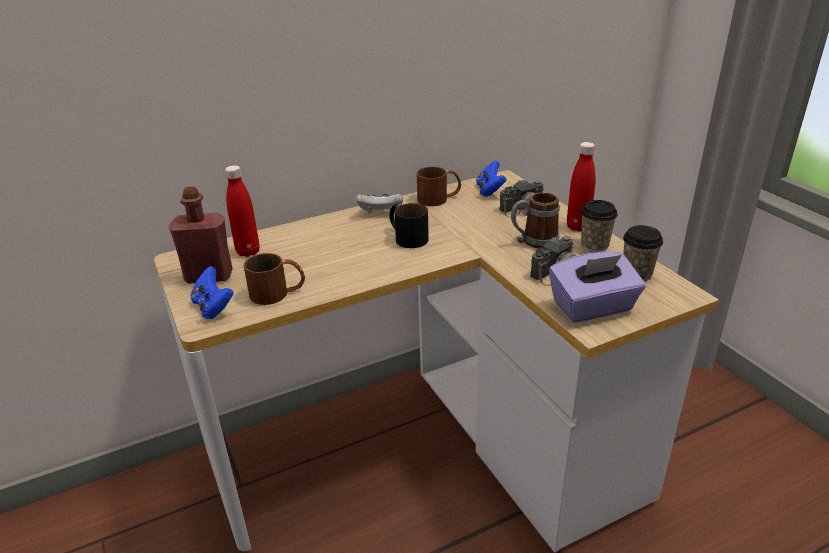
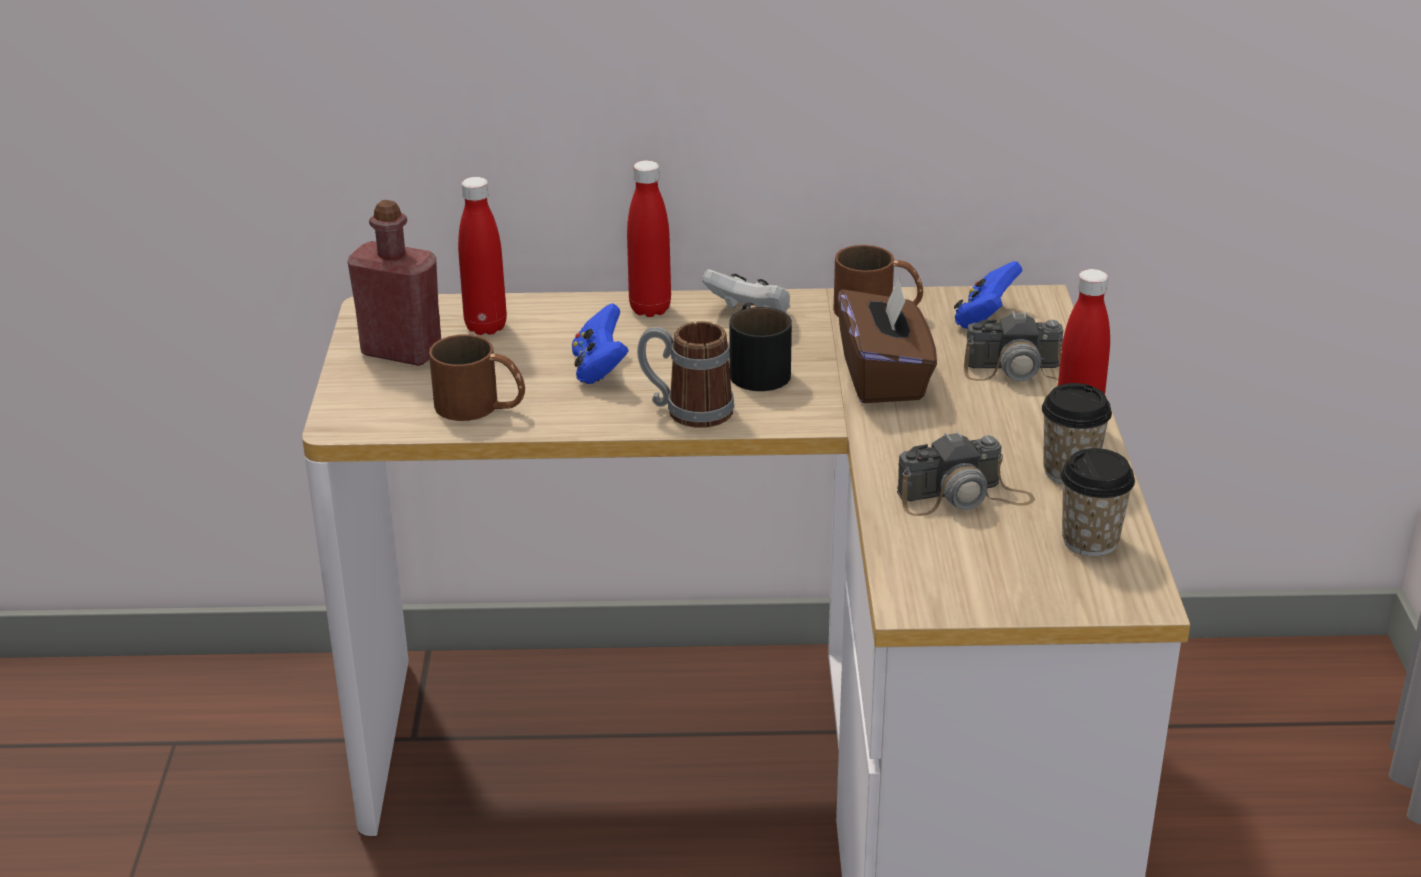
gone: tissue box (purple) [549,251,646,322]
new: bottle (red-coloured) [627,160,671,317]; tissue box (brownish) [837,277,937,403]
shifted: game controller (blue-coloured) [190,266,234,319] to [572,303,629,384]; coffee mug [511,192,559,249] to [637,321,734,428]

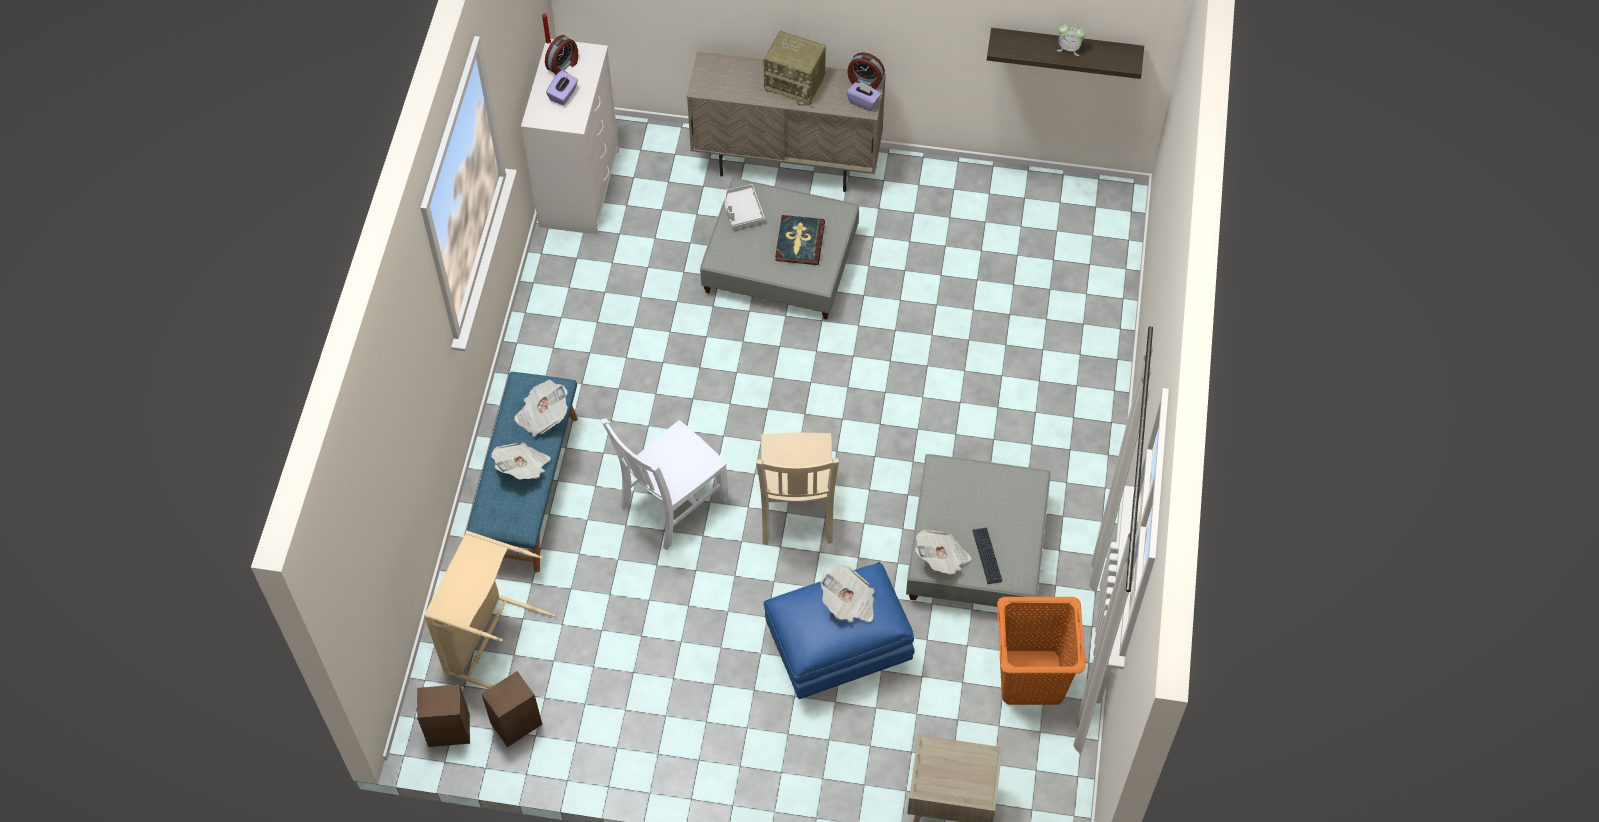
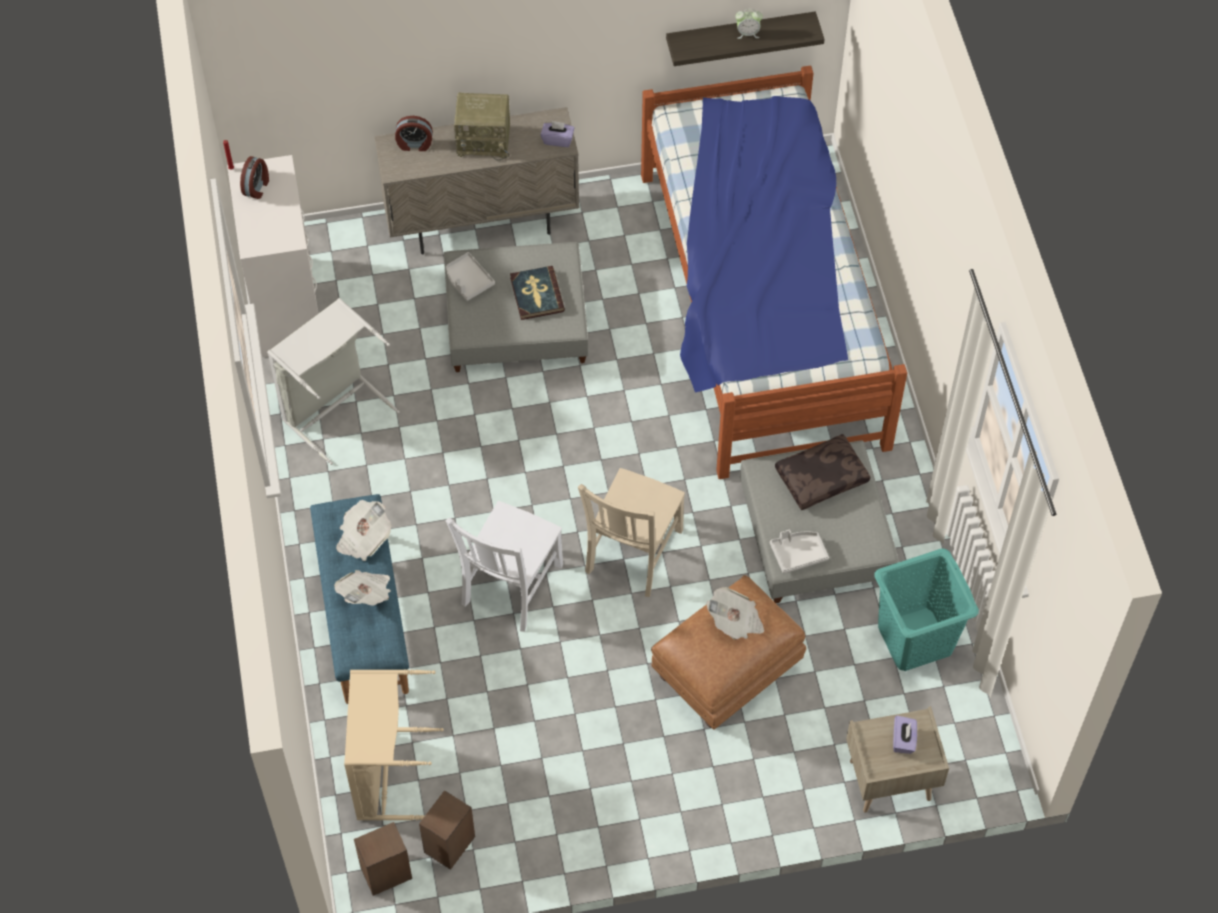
gone: keyboard [972,527,1002,584]
new: laundry basket (greyish) [267,298,399,465]; bedroom bed [641,65,907,479]; throw pillow (brownish) [775,434,870,510]
shifted: tissue box (purple) [546,70,578,105] to [893,716,917,754]; alarm clock [847,52,885,89] to [395,116,433,151]
swapped: newspaper [915,530,971,575] to tray (greyish) [770,530,829,574]
repainted: ottoman (blue-coloured) [763,562,915,699] to ottoman (brownish) [651,575,806,730]; laundry basket (orange-coloured) [997,597,1086,705] to laundry basket (turquoise-coloured) [875,548,979,671]
rotated: chair (beige) [756,433,839,545] = [578,468,685,597] 45 degrees clockwise

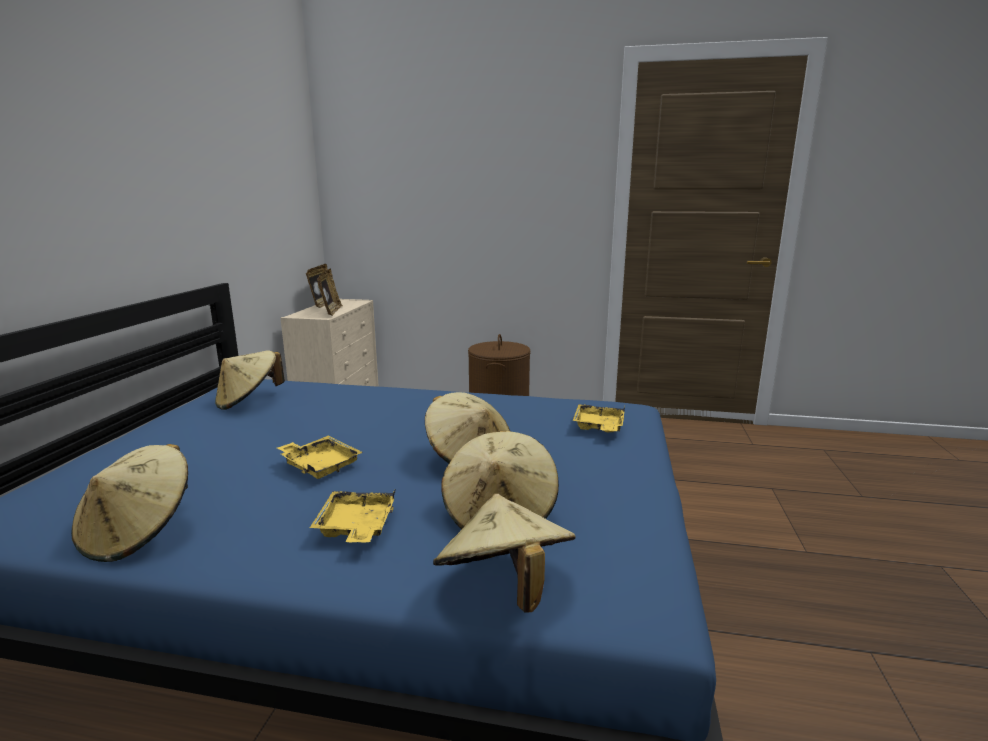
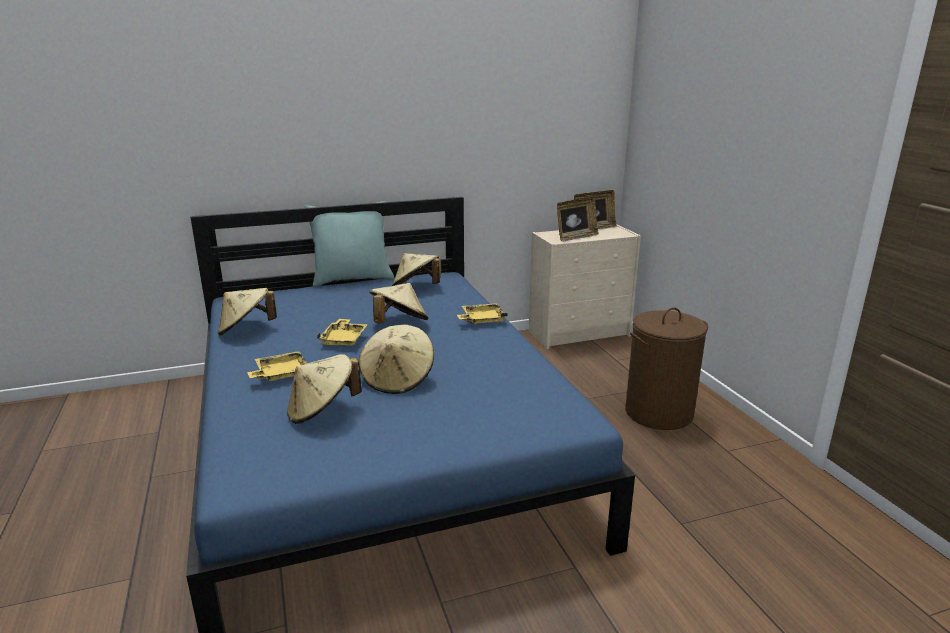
new: throw pillow (turquoise-coloured) [304,201,394,287]
shifted: hat (beige) [433,494,575,612] to [369,283,428,324]; tray (yellow-coloured) [573,404,625,432] to [457,303,507,324]

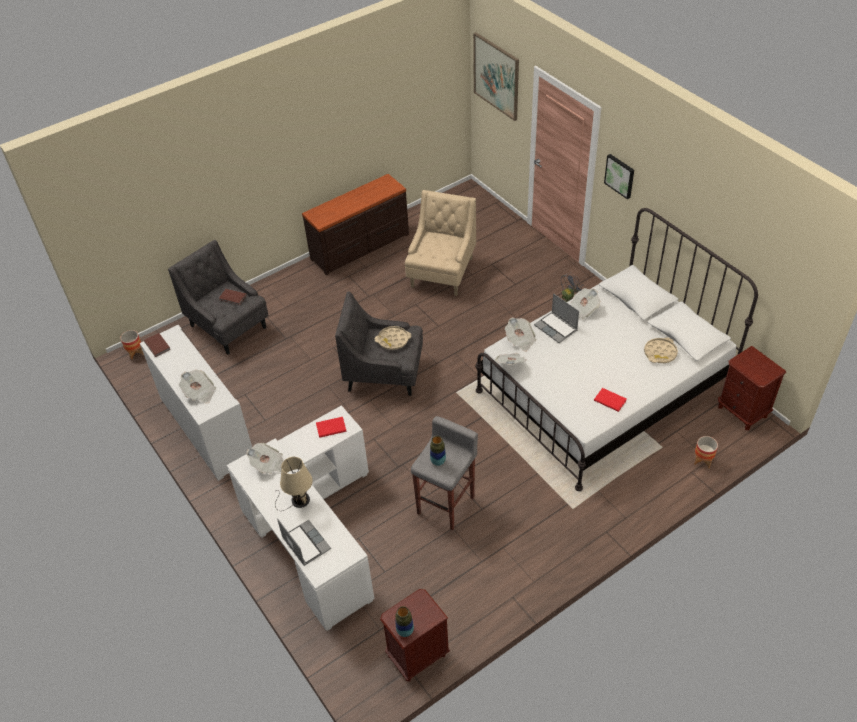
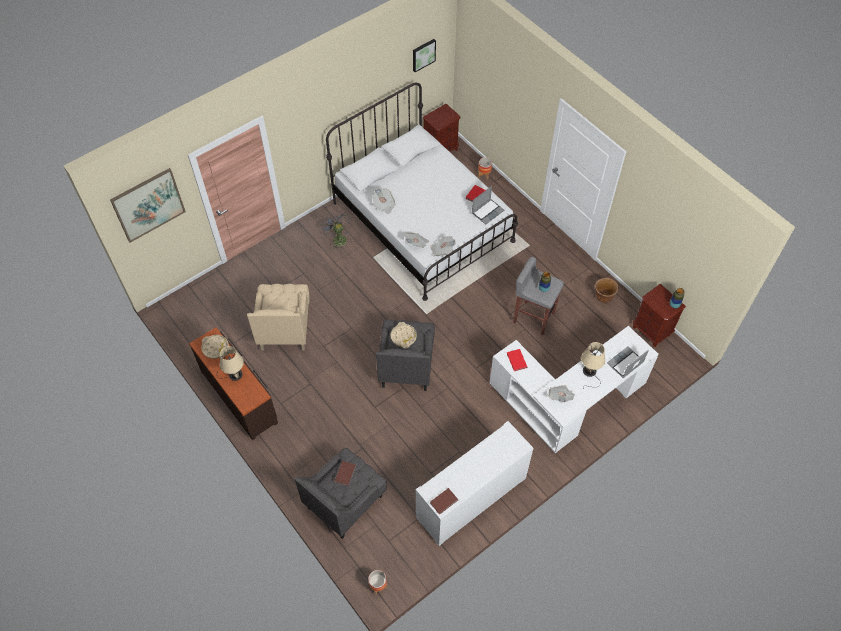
gone: newspaper [179,370,216,404]
new: tabletop lamp (beige) [218,346,244,381]; flower pot (brownish) [595,278,618,303]
shifted: notebook computer [534,293,579,343] to [472,186,504,224]; wall art [604,154,634,199] to [413,39,436,72]; tray (beige) [644,338,678,363] to [201,335,229,359]
rotated: lounge chair (beige) [405,190,476,296] = [247,284,310,351] 105 degrees counterclockwise

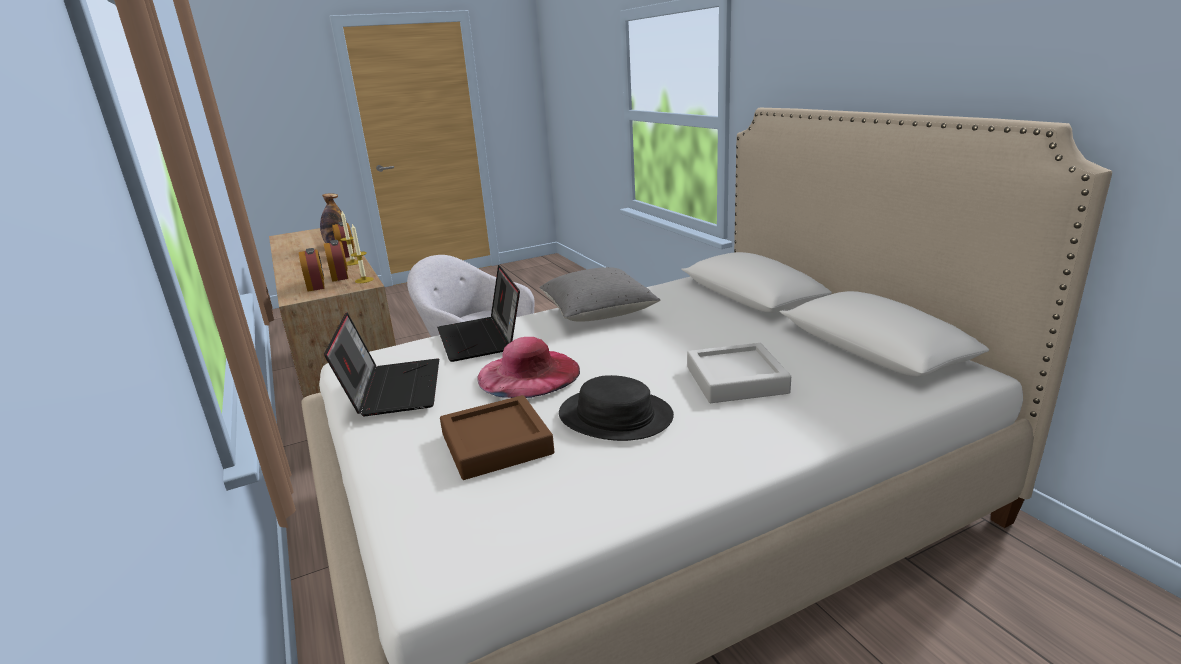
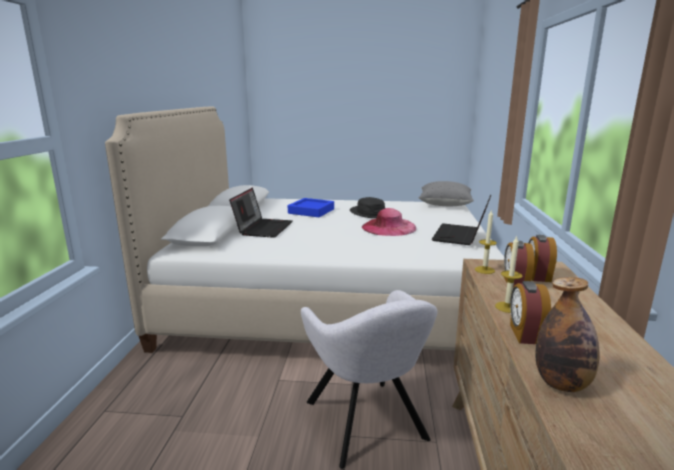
gone: tray (brownish) [440,395,554,480]
shifted: notebook computer [437,265,520,362] to [229,188,293,238]; throw pillow (greyish) [539,267,660,322] to [419,181,474,206]
repainted: tray (greyish) [687,343,791,403] to tray (blue-coloured) [288,198,334,217]

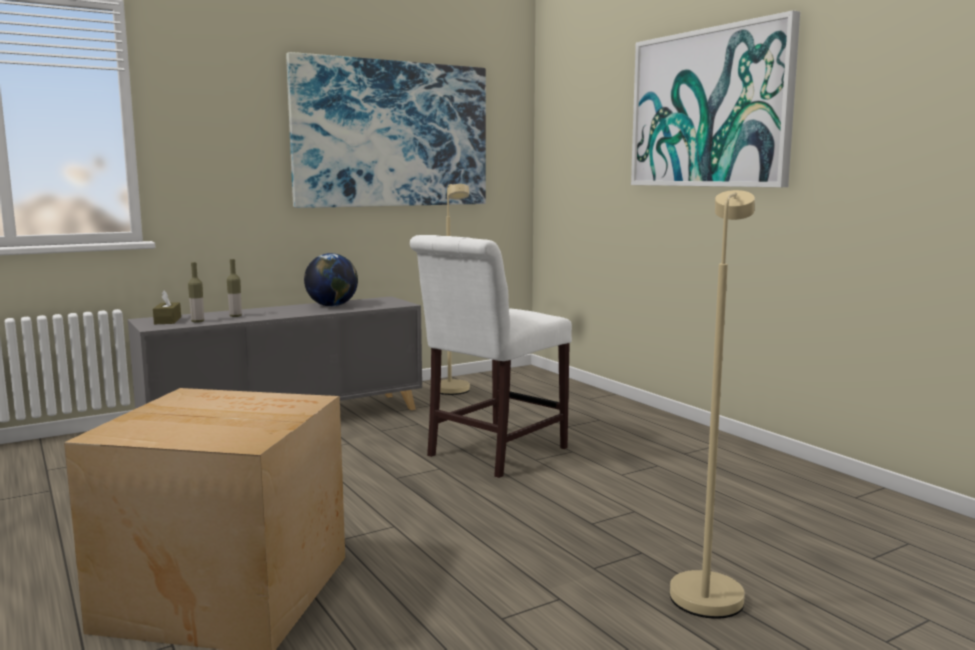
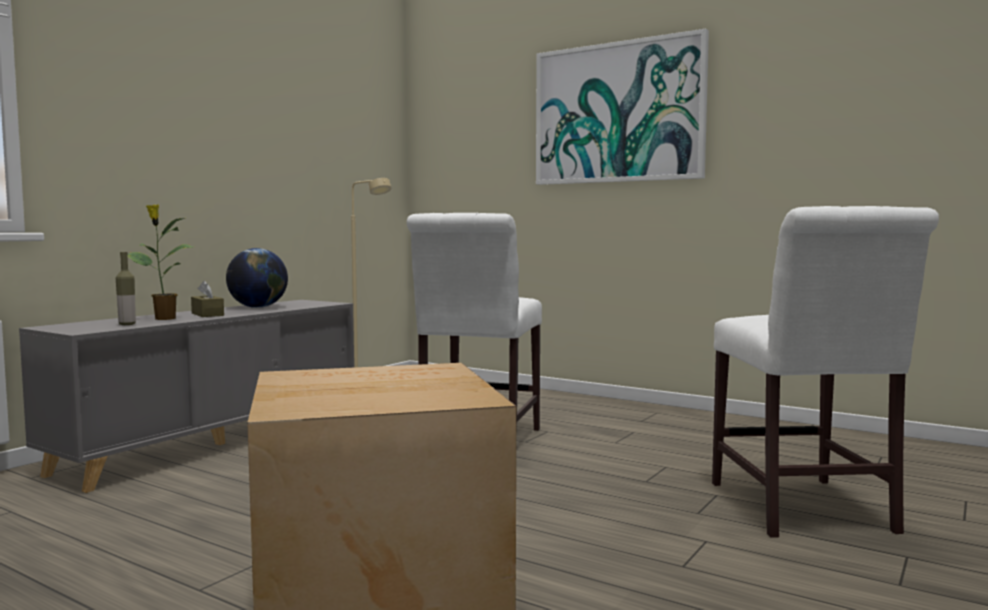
gone: wall art [286,52,486,208]
shifted: tissue box (brownish) [153,291,181,324] to [191,281,224,317]
swapped: bottle [227,259,242,317] to plant in a pot [128,204,193,320]; standing lamp (beige) [670,190,755,619] to chair (whitish) [712,206,939,538]

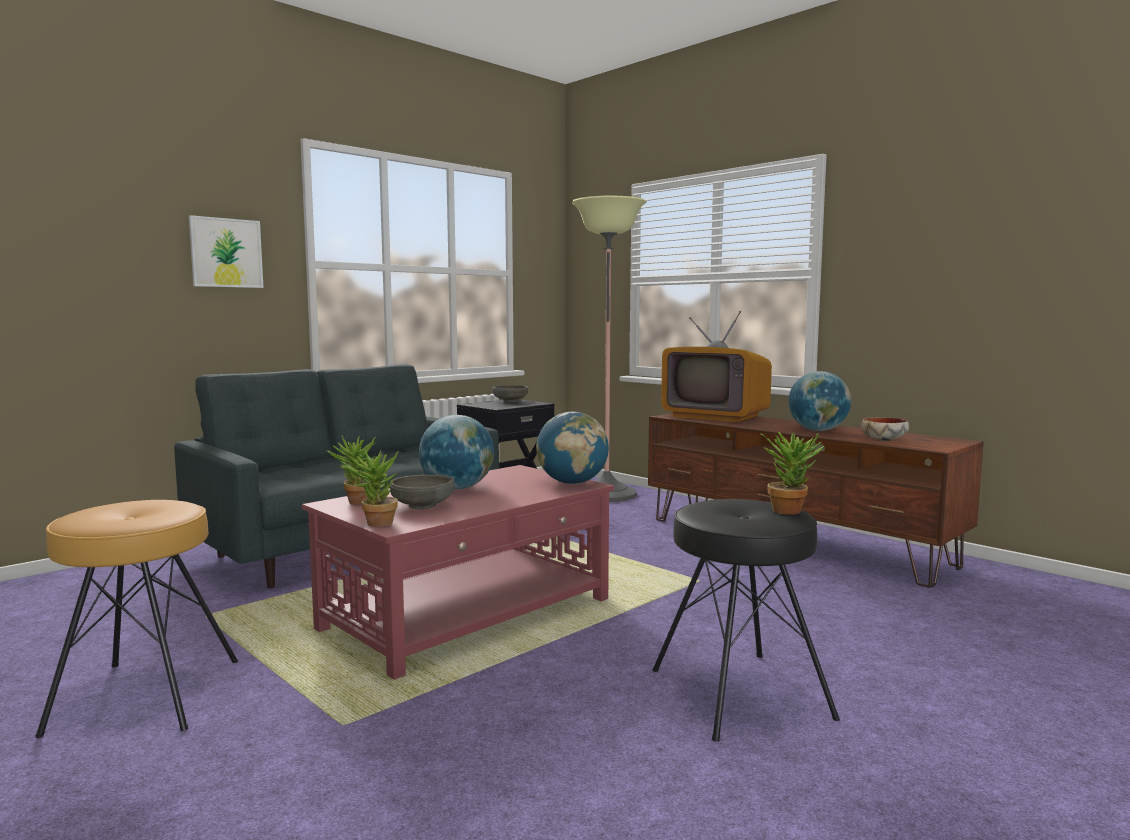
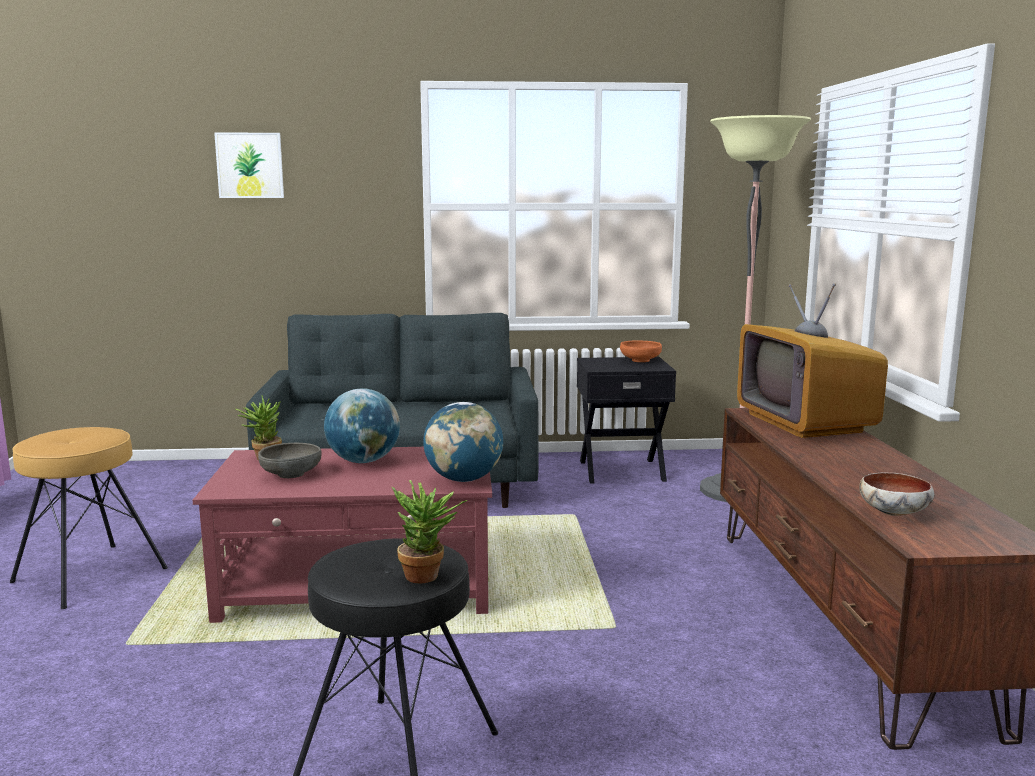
gone: plant in a pot [341,448,399,527]; desk globe [788,371,851,431]
shifted: wall art [189,215,264,288] to [214,132,284,198]
repainted: deep dish (greyish) [492,385,528,402] to deep dish (orange-coloured) [620,340,662,362]

